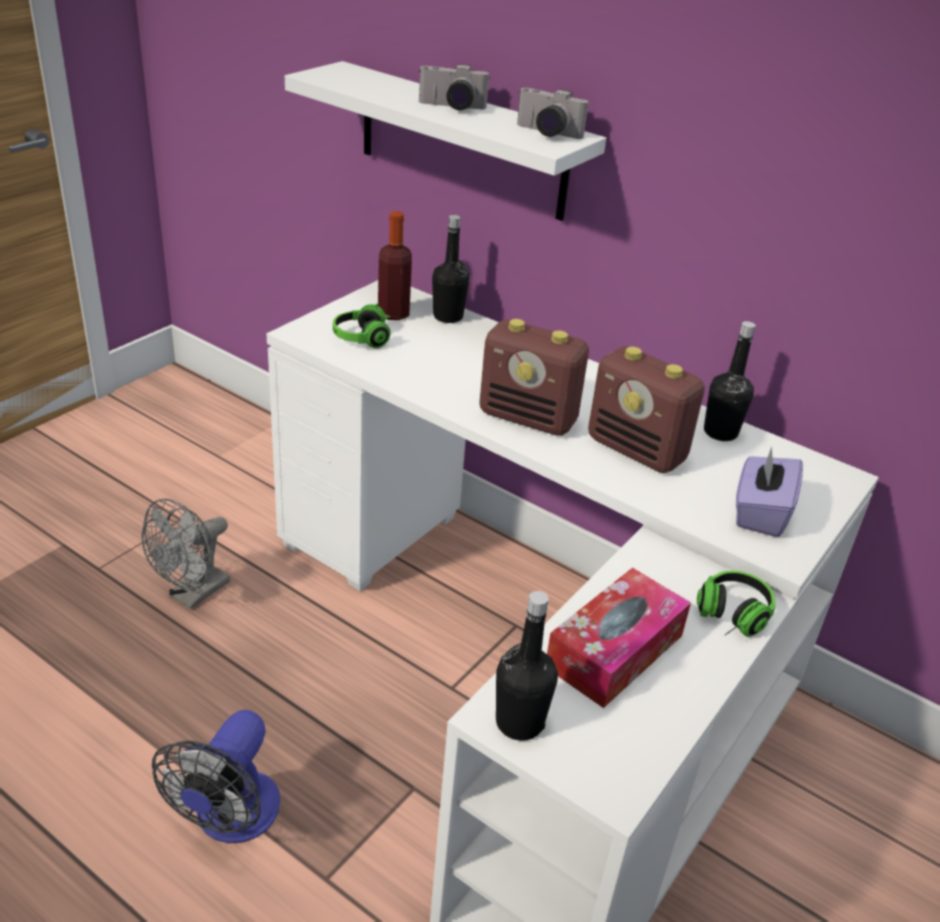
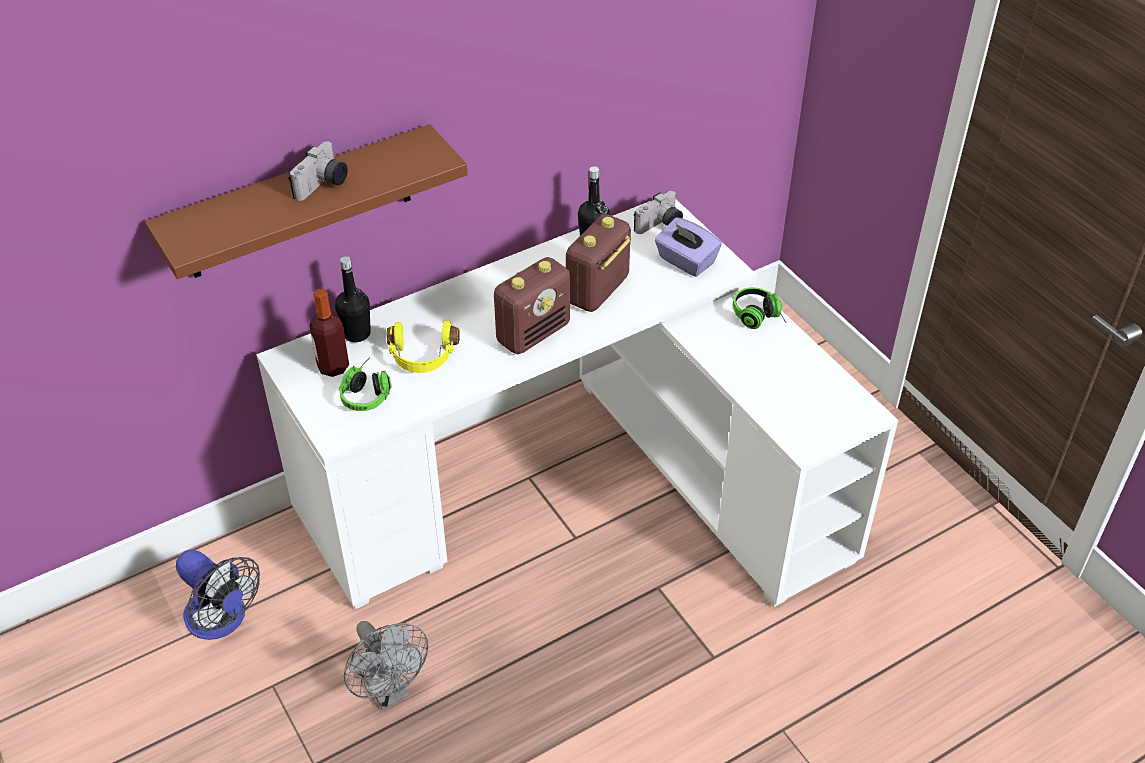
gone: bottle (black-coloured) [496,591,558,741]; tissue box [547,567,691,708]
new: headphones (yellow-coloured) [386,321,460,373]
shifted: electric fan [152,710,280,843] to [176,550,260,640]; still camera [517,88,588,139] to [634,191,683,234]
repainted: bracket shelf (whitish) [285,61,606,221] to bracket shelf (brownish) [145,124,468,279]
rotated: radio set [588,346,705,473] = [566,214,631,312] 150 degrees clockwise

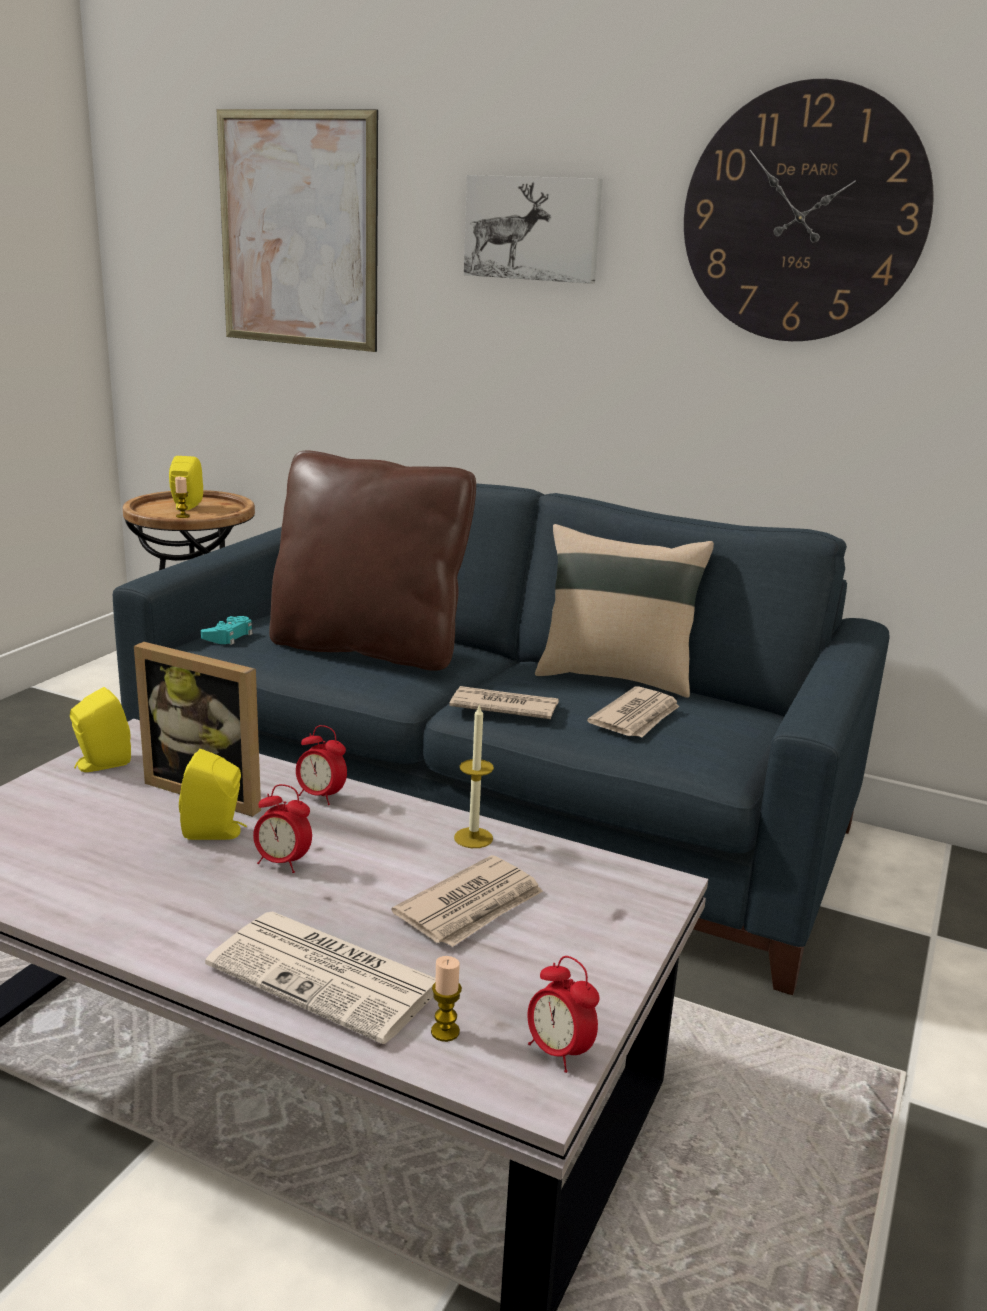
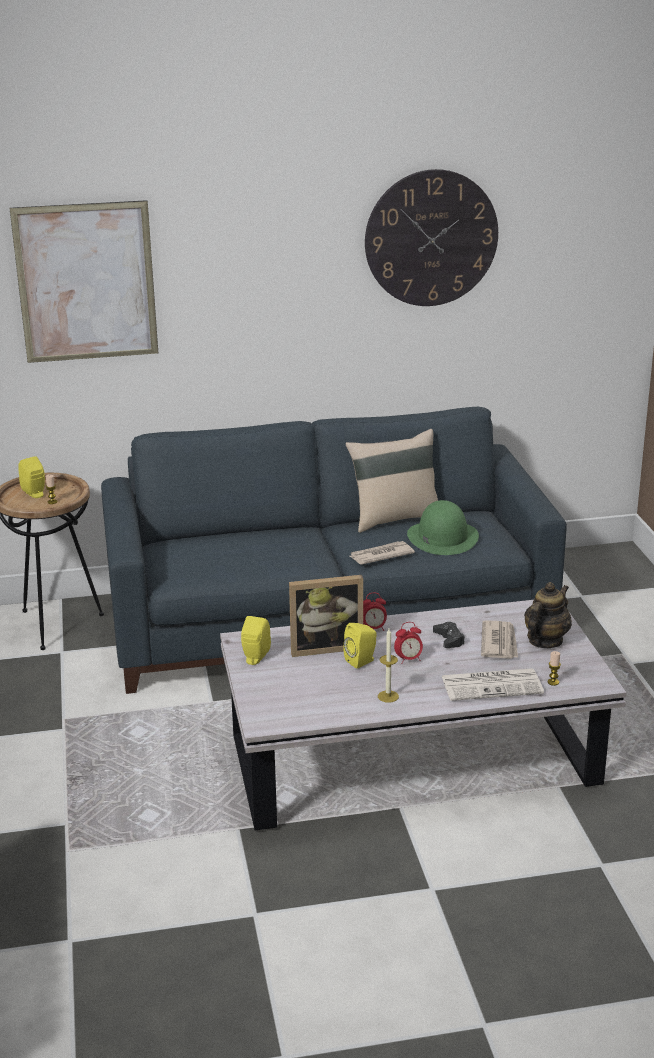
gone: game controller (turquoise-coloured) [201,616,253,645]; throw pillow (brownish) [269,451,476,671]; wall art [464,175,603,284]; alarm clock [527,956,600,1073]
new: game controller (black-coloured) [433,622,465,648]; teapot [524,582,572,648]
shifted: wax light [454,704,494,848] to [378,629,399,703]
swapped: newspaper [587,686,680,738] to hat (greenish) [407,500,479,555]

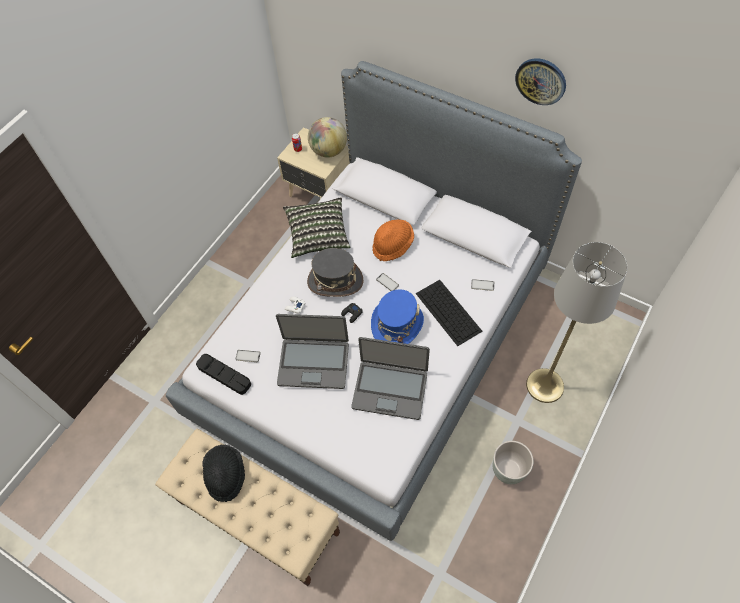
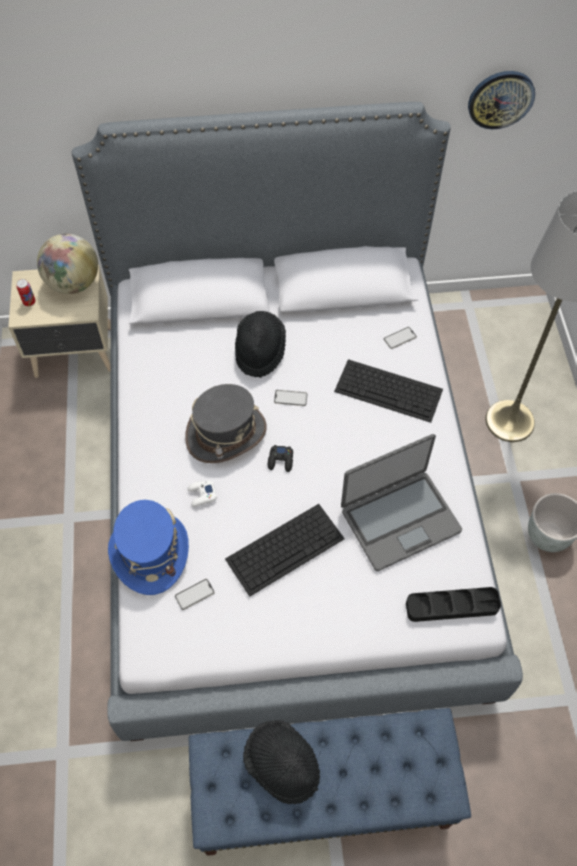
gone: throw pillow [283,197,350,258]
shifted: tray (black-coloured) [196,354,251,395] to [406,587,501,622]; hat (blue-coloured) [371,289,424,344] to [108,500,189,595]; clock on the wall [515,58,566,105] to [468,71,535,129]
swapped: notebook computer [276,314,349,389] to keyboard [225,504,345,597]
repainted: bench (beige) [155,429,340,586] to bench (blue-coloured) [189,708,471,856]; hat (orange-coloured) [372,219,414,261] to hat (black-coloured) [235,311,286,378]

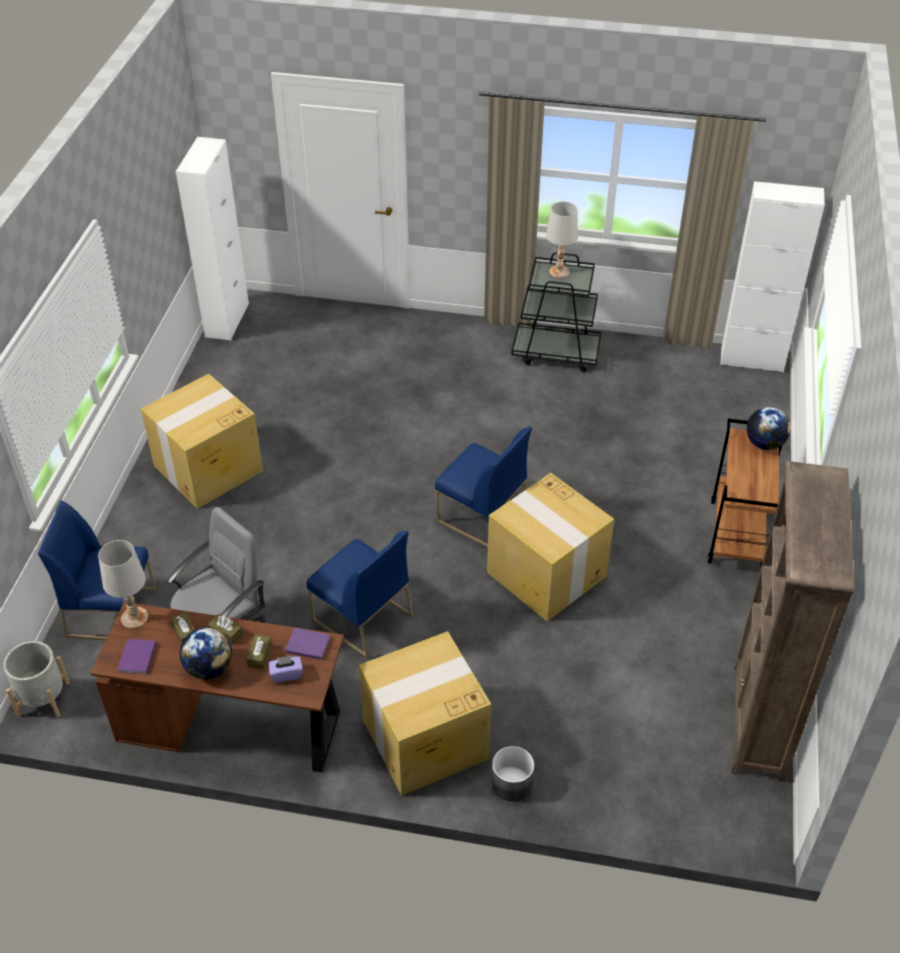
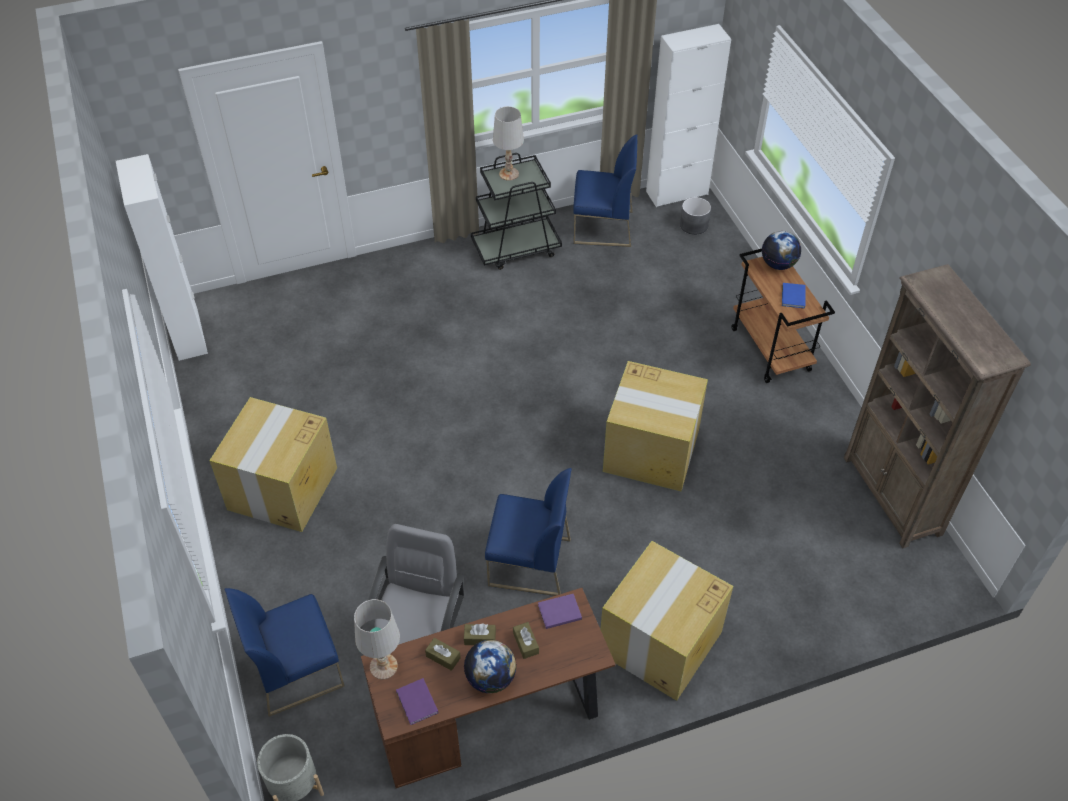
gone: tissue box (purple) [268,656,303,683]
new: bound book (blue-coloured) [782,283,805,309]
shifted: chair (blue-coloured) [435,427,532,548] to [573,134,638,247]; flower pot (greyish) [492,746,534,801] to [680,197,711,235]

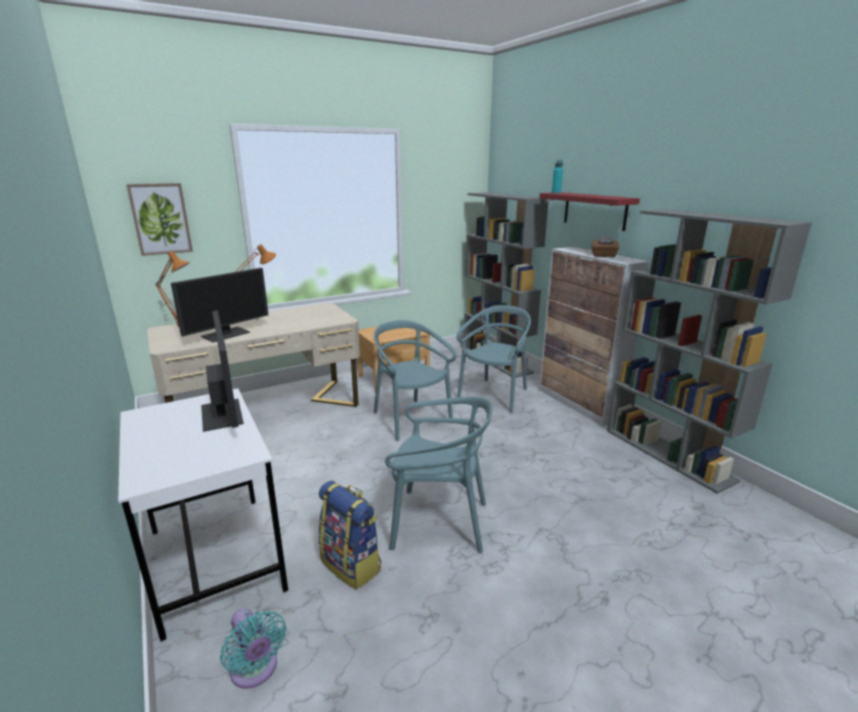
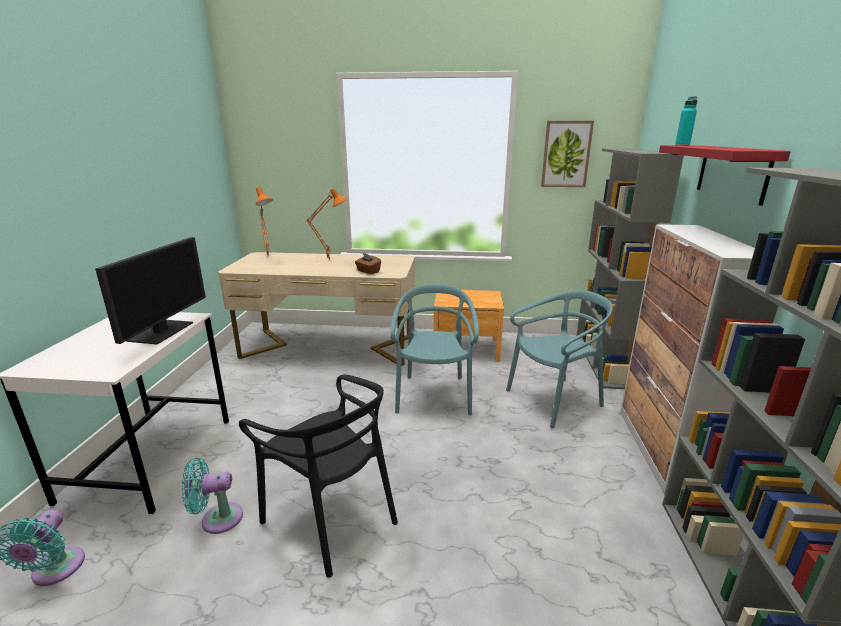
gone: monitor [171,268,269,342]
shifted: wall art [126,183,193,256] to [541,121,594,187]; tissue box (brownish) [591,236,619,257] to [355,252,381,274]
swapped: backpack [318,480,381,590] to electric fan (turquoise-coloured) [182,458,243,534]
repainted: chair (turquoise-coloured) [385,397,493,553] to chair (black-coloured) [239,375,398,578]

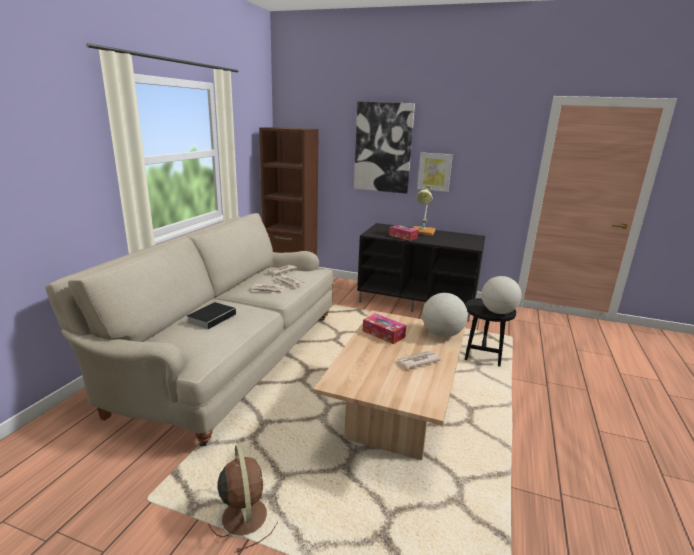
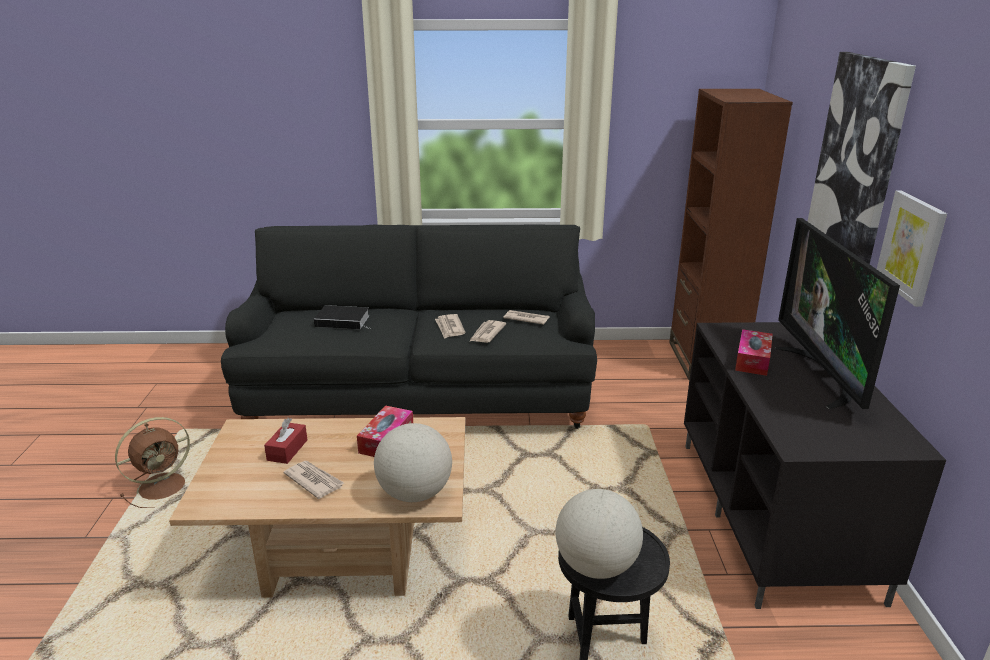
new: tissue box (red-coloured) [264,418,307,464]
swapped: tabletop lamp [413,185,435,235] to TV [775,218,900,409]
repainted: settee (beige) [45,213,333,446] to settee (black-coloured) [221,225,597,429]

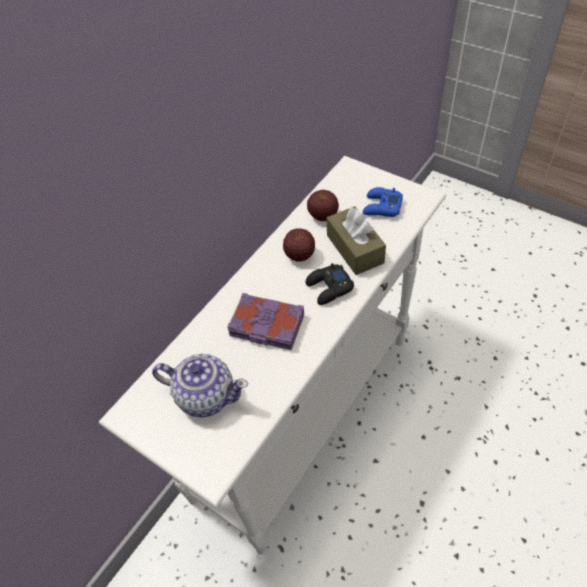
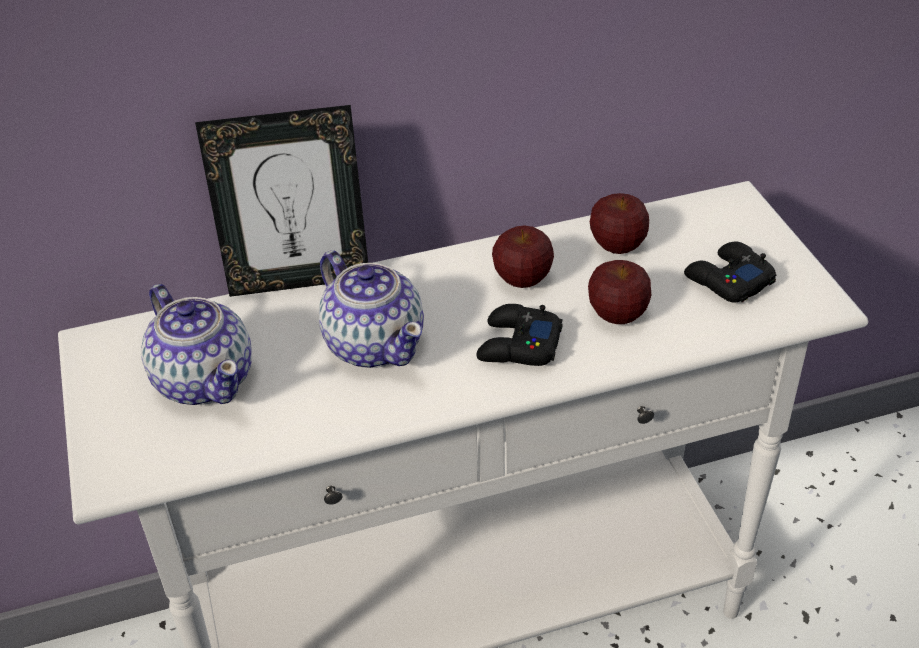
new: standing frame [195,105,368,297]
swapped: bound book (purple) [227,293,304,350] to teapot [319,251,424,368]; tissue box (brownish) [327,206,386,275] to whole apple [588,260,651,324]
repainted: game controller (blue-coloured) [363,187,403,217] to game controller (black-coloured) [684,242,777,303]

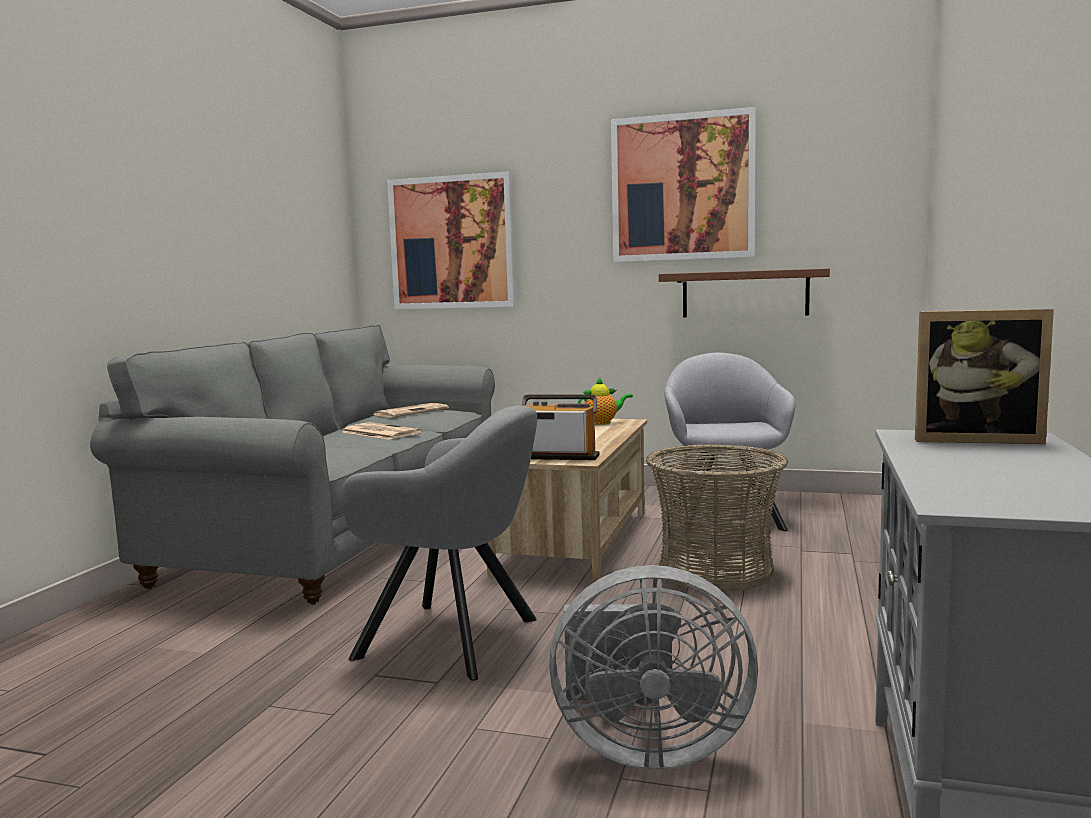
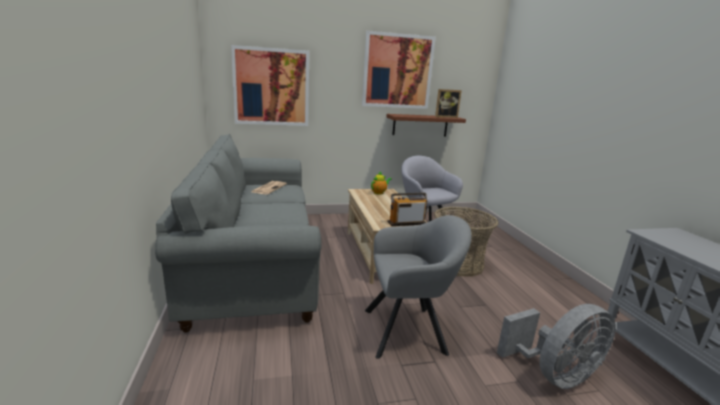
gone: newspaper [343,422,421,440]
shifted: standing frame [915,309,1054,444] to [435,89,462,118]

